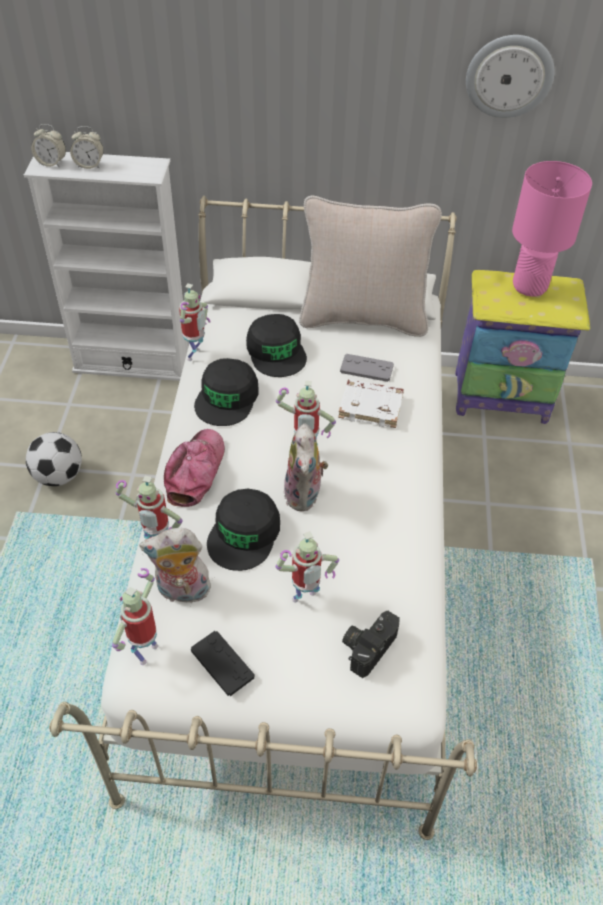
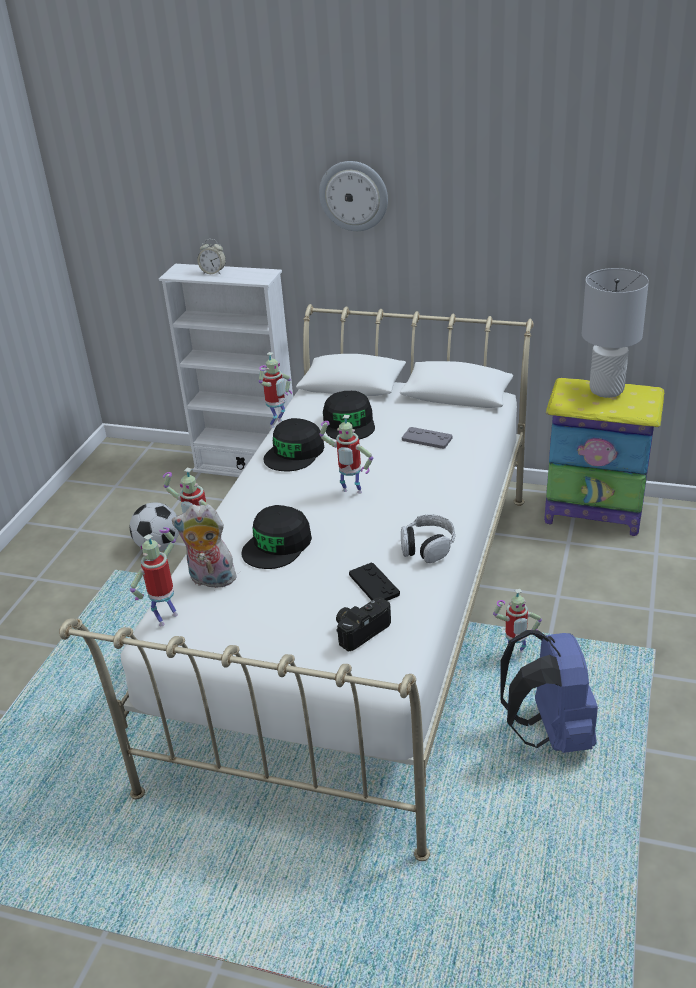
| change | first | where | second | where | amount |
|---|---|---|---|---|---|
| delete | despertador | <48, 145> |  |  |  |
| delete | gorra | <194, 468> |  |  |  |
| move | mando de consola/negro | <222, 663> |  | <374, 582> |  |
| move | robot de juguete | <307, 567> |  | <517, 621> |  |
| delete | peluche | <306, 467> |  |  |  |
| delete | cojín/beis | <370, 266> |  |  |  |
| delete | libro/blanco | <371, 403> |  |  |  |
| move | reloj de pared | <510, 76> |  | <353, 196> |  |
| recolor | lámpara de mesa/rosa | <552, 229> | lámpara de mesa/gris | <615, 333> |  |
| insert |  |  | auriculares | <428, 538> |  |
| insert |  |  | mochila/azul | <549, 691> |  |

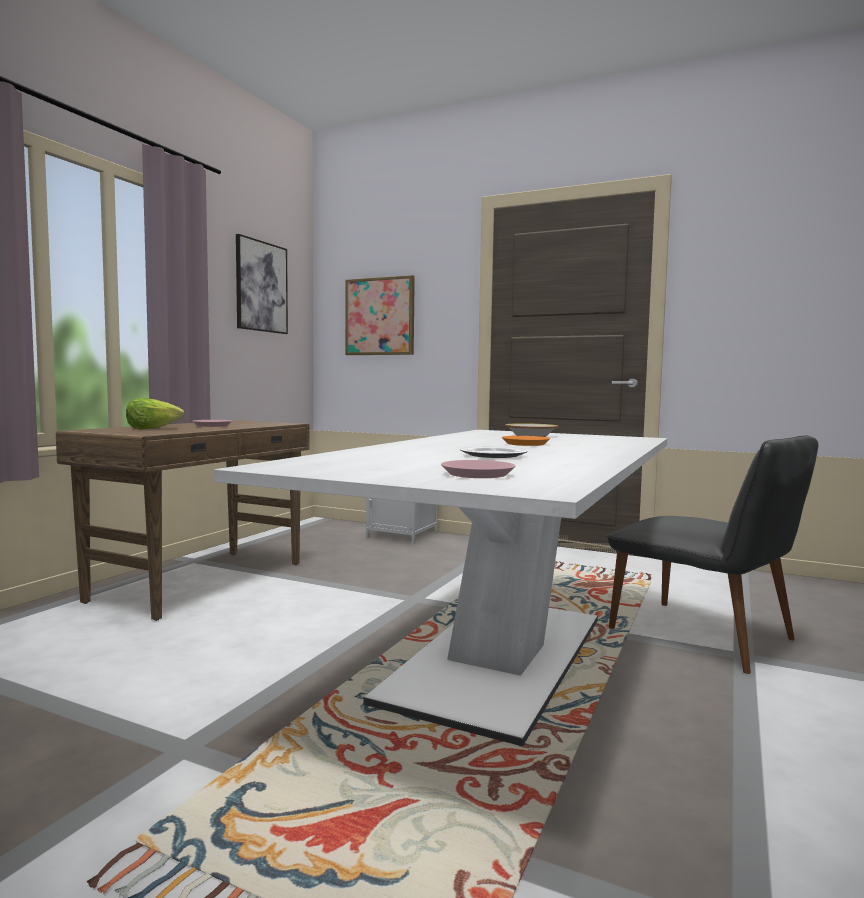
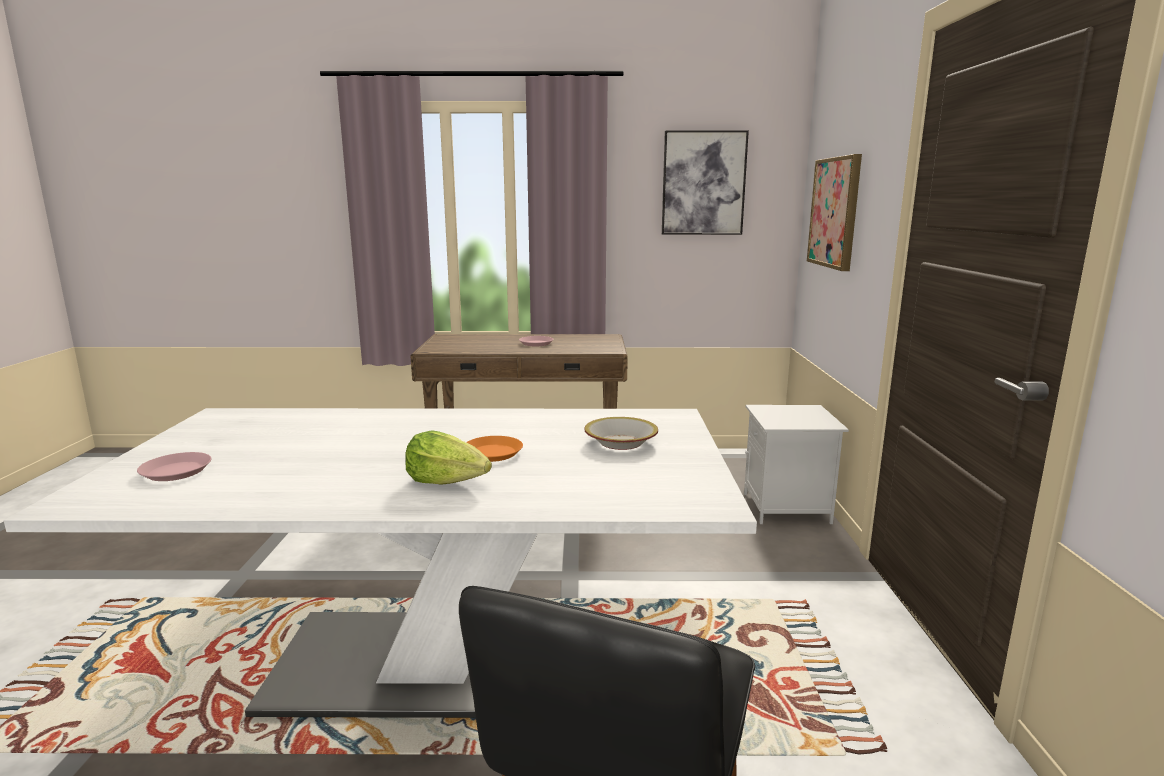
| change | first | where | second | where | amount |
|---|---|---|---|---|---|
| move | lechuga | <155, 414> |  | <448, 457> |  |
| delete | plato | <494, 452> |  |  |  |

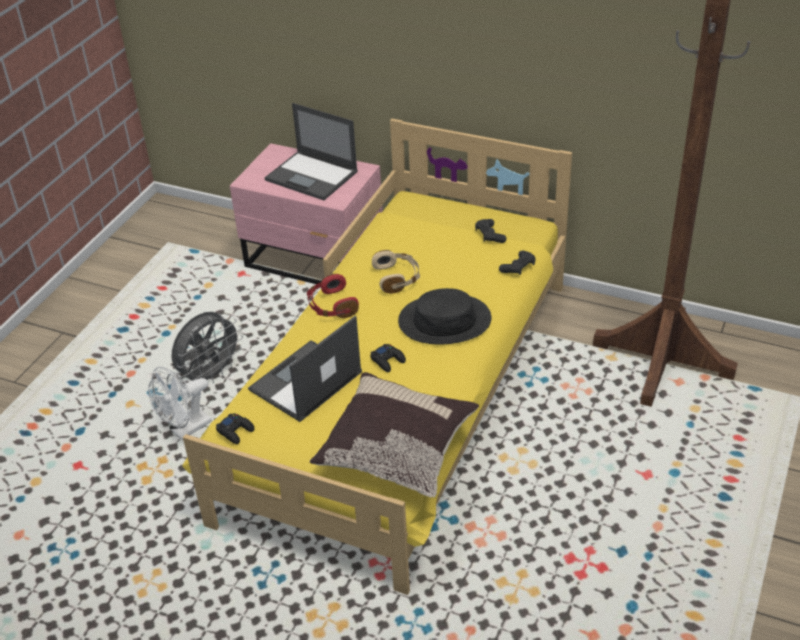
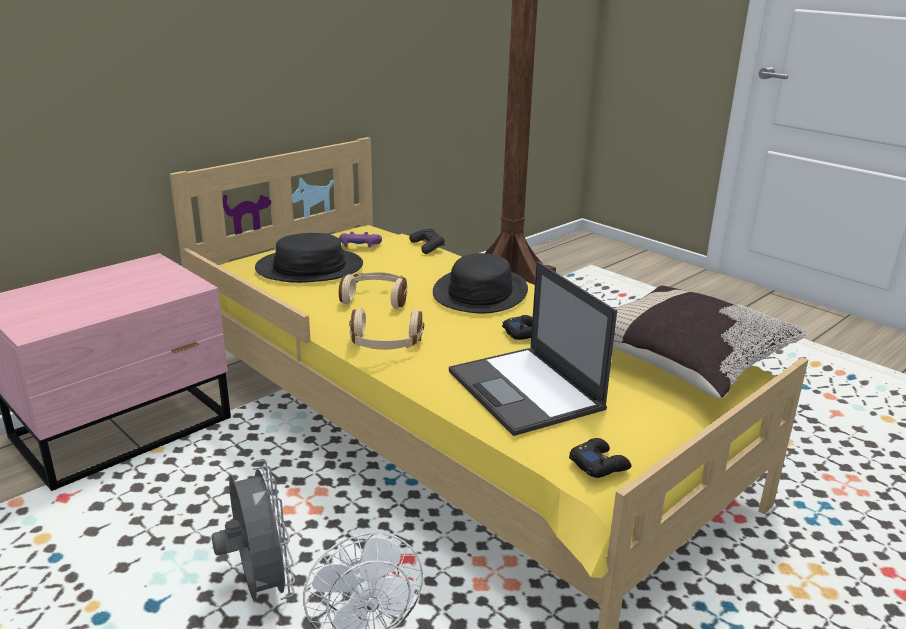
| change | first | where | second | where | amount |
|---|---|---|---|---|---|
| delete | portátil | <311, 151> |  |  |  |
| recolor | auriculares/rojo | <333, 296> | auriculares/beis | <386, 328> |  |
| recolor | mando de consola/negro | <491, 231> | mando de consola/morado | <360, 240> |  |
| insert |  |  | sombrero/negro | <309, 258> |  |

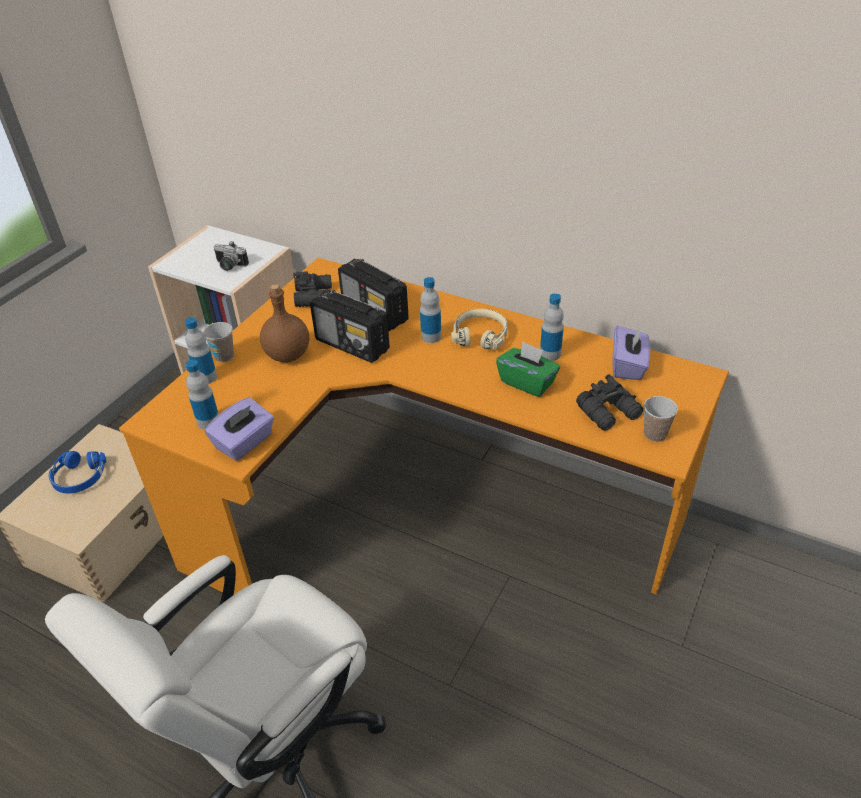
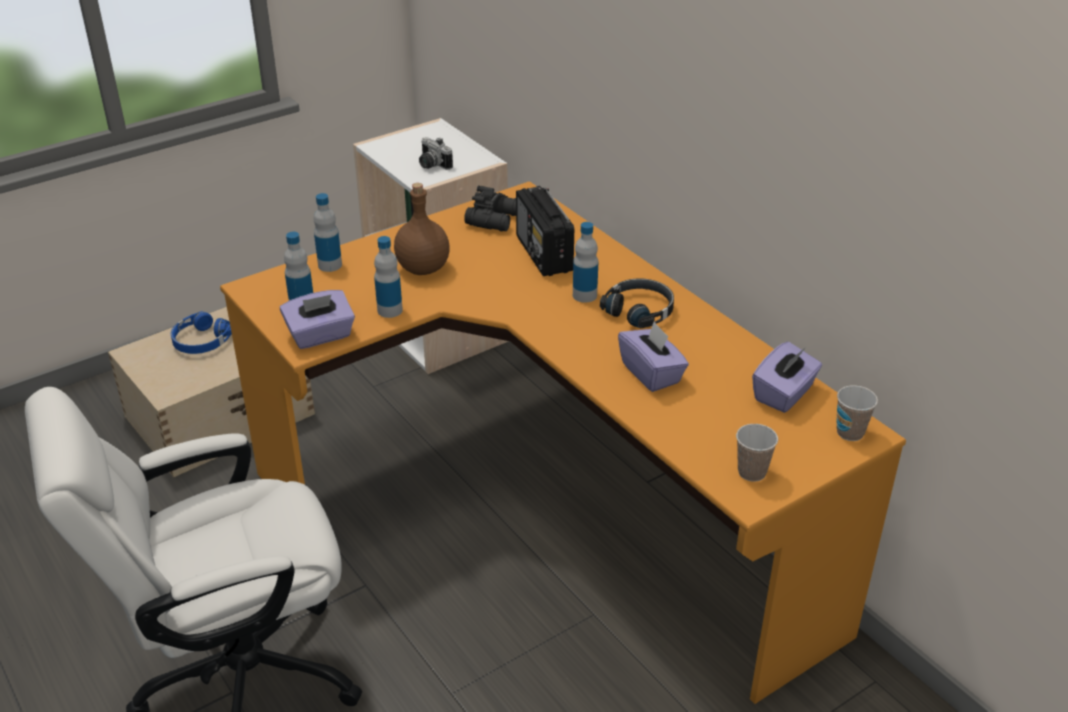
| change | first | where | second | where | amount |
|---|---|---|---|---|---|
| move | taza | <218, 342> |  | <857, 413> |  |
| delete | radio | <350, 326> |  |  |  |
| recolor | auriculares/beis | <479, 329> | auriculares/negro | <637, 303> |  |
| recolor | caja de pañuelos/verde | <528, 369> | caja de pañuelos/morado | <653, 356> |  |
| move | botella | <552, 327> |  | <388, 277> |  |
| delete | prismáticos/negro | <609, 402> |  |  |  |

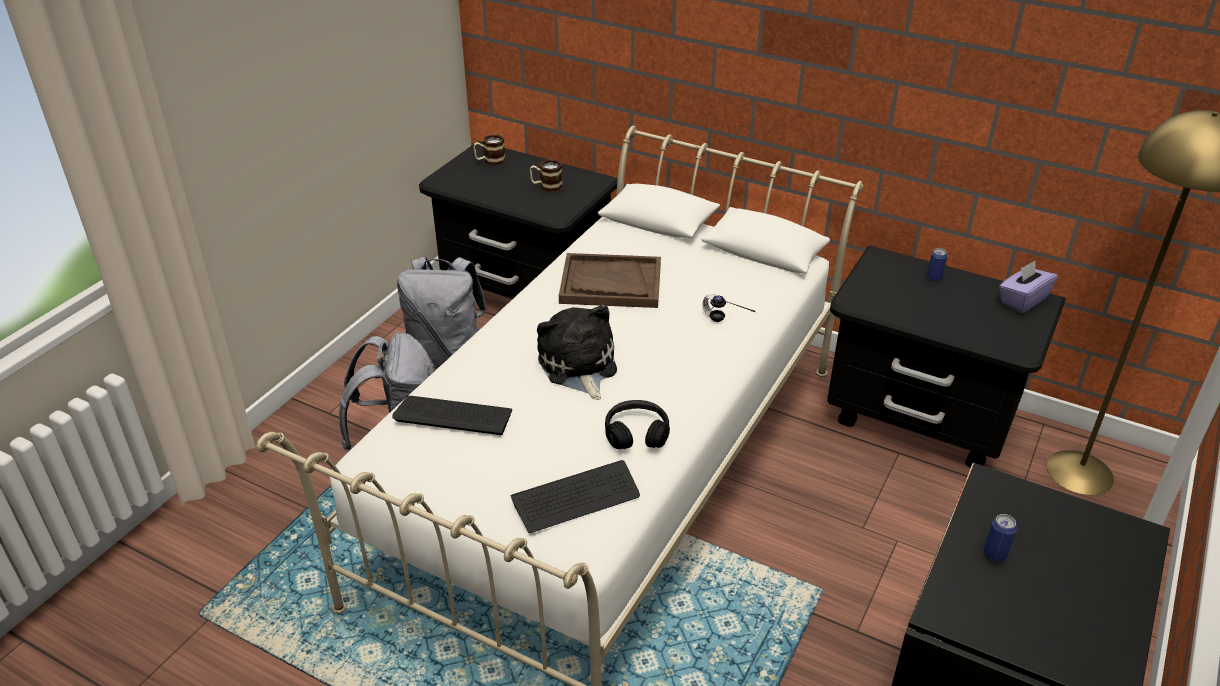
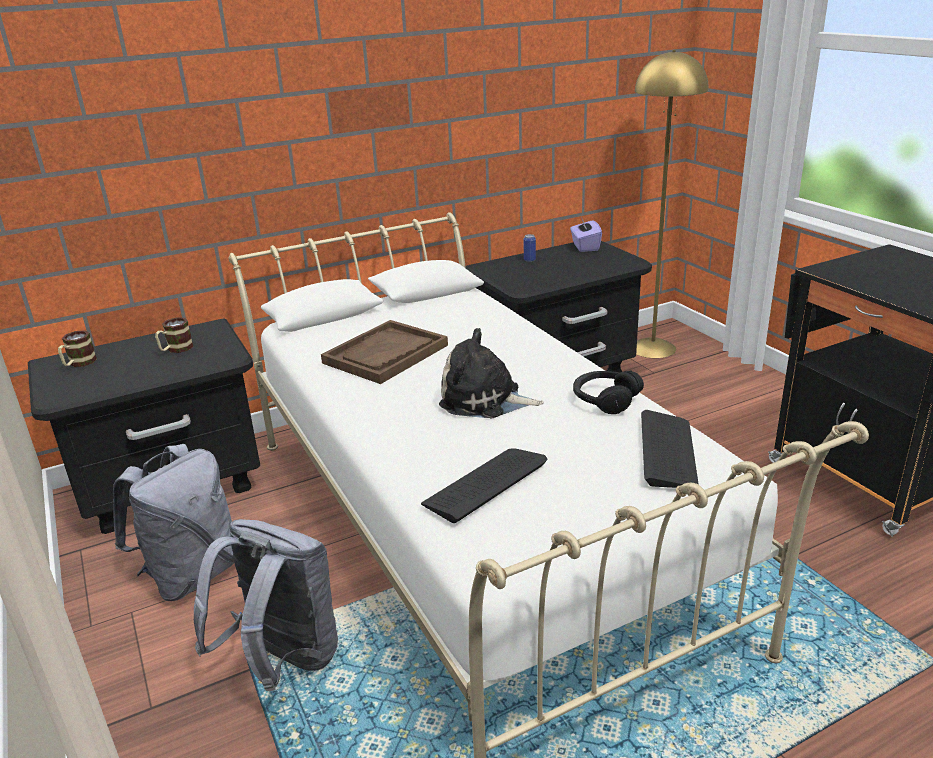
| change | first | where | second | where | amount |
|---|---|---|---|---|---|
| delete | auriculares | <728, 308> |  |  |  |
| delete | lata | <1000, 538> |  |  |  |

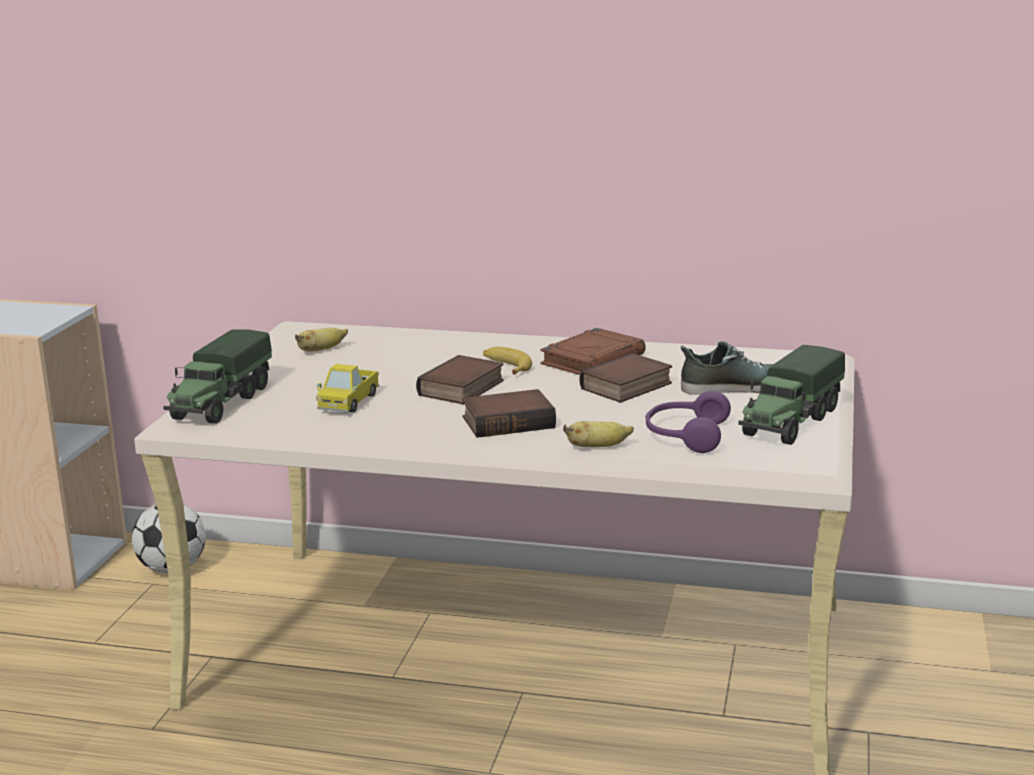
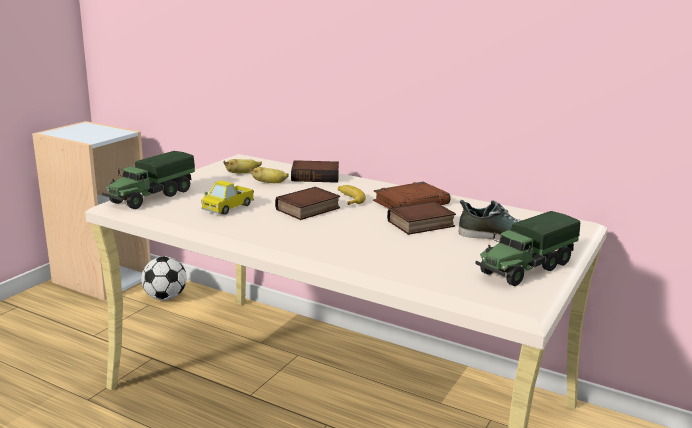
| change | first | where | second | where | amount |
|---|---|---|---|---|---|
| move | libro | <509, 413> |  | <315, 171> |  |
| move | plátano | <598, 434> |  | <269, 175> |  |
| delete | auriculares/morado | <688, 422> |  |  |  |

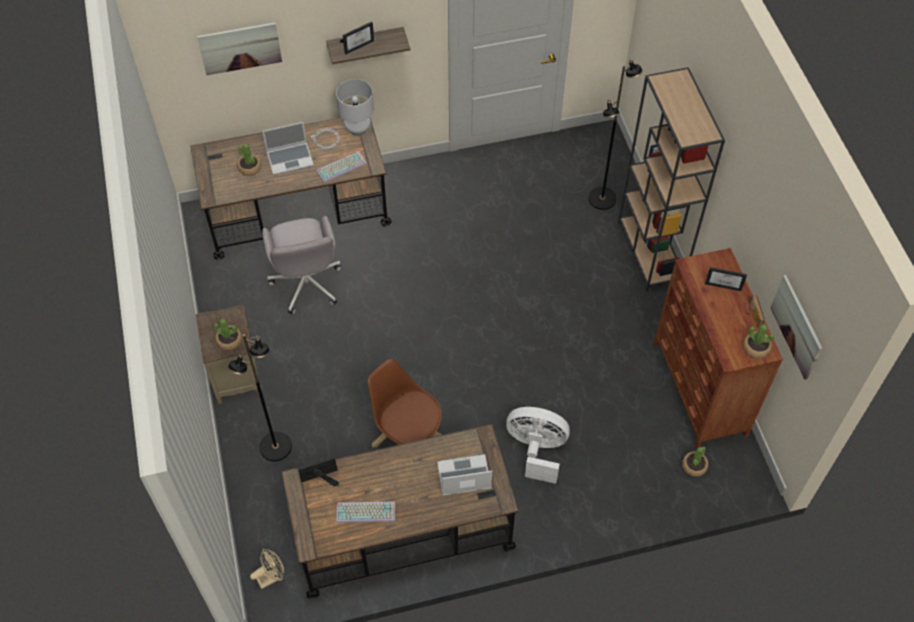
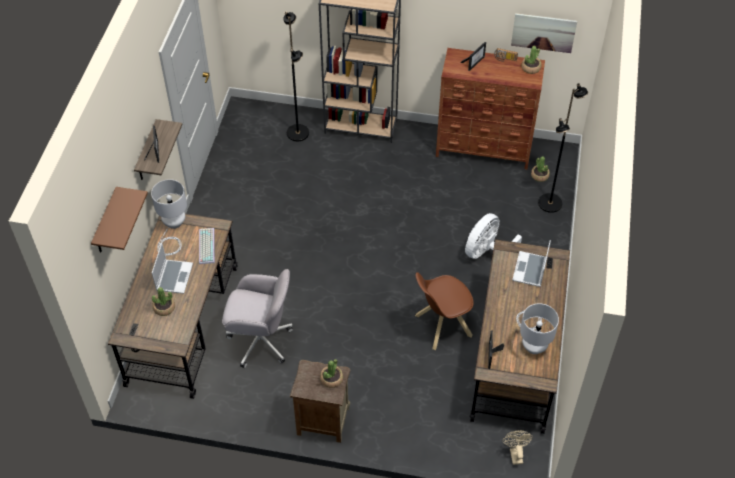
| change | first | where | second | where | amount |
|---|---|---|---|---|---|
| replace | cuadro | <239, 48> | estante/marrón | <119, 220> |  |
| move | lámpara de pie/negro | <260, 397> |  | <563, 148> |  |
| replace | teclado | <365, 512> | lámpara de mesa/gris | <537, 328> |  |

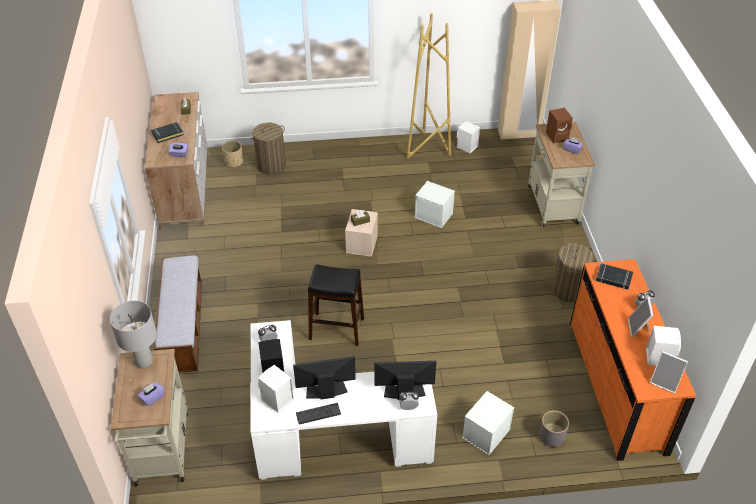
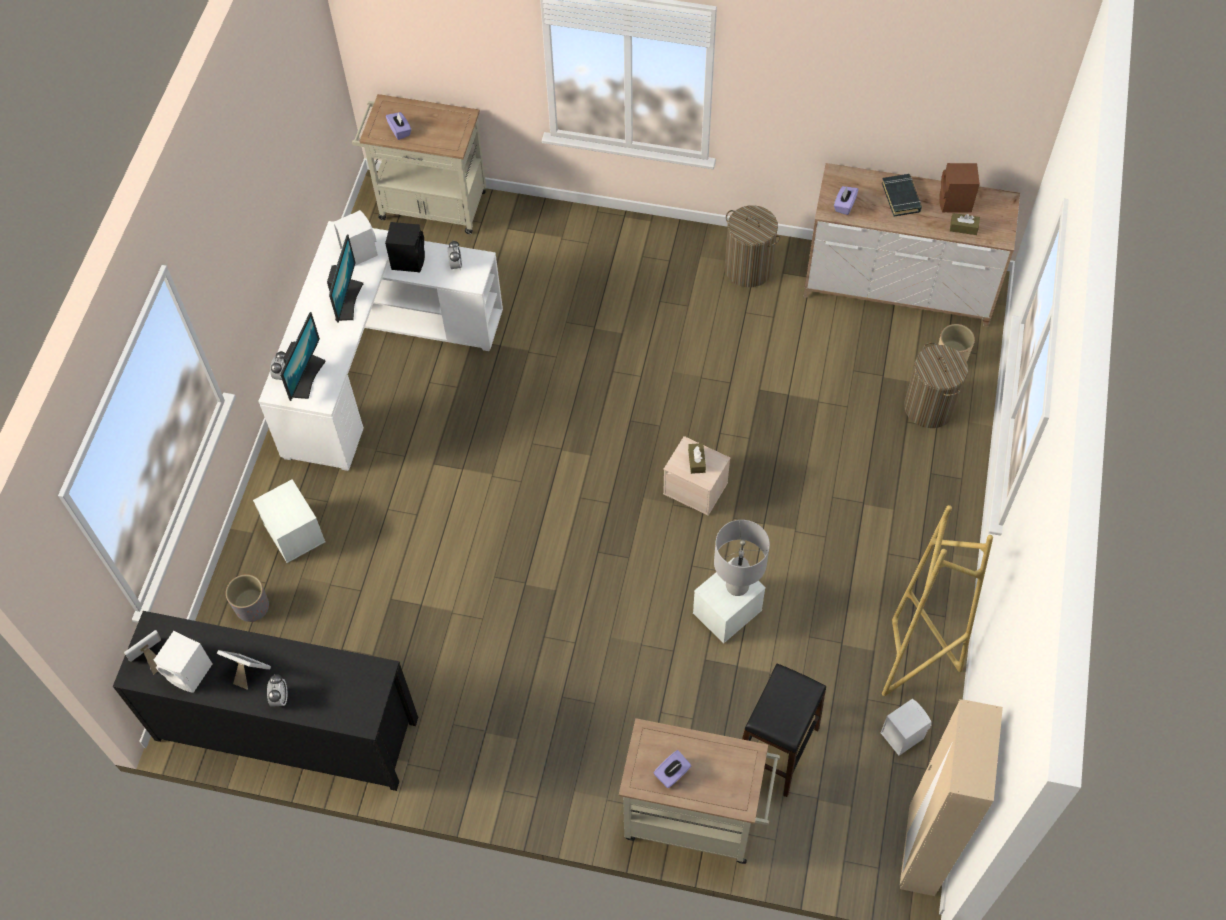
| change | first | where | second | where | amount |
|---|---|---|---|---|---|
| move | lámpara de mesa/gris | <133, 335> |  | <742, 558> |  |
| delete | banco | <178, 314> |  |  |  |
| delete | teclado | <318, 414> |  |  |  |
| move | taburete/negro | <336, 305> |  | <784, 730> |  |
| move | altavoz/marrón | <559, 125> |  | <959, 188> |  |
| move | cesto de la ropa | <573, 272> |  | <753, 246> |  |
| recolor | cómoda/naranja | <633, 360> | cómoda/negro | <265, 701> |  |
| delete | libro/negro | <614, 276> |  |  |  |

